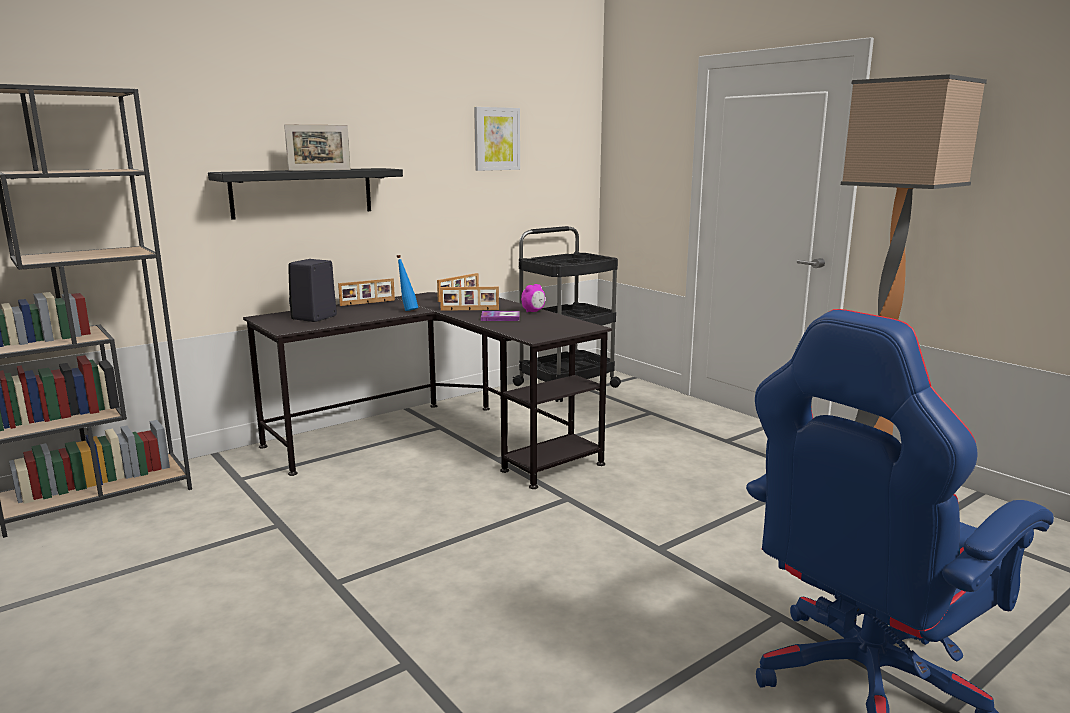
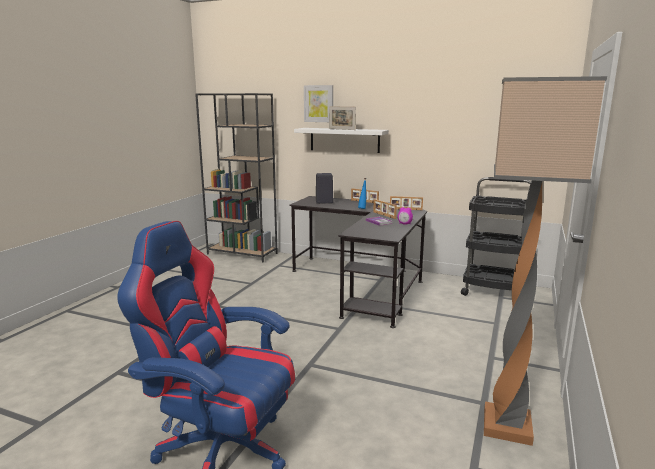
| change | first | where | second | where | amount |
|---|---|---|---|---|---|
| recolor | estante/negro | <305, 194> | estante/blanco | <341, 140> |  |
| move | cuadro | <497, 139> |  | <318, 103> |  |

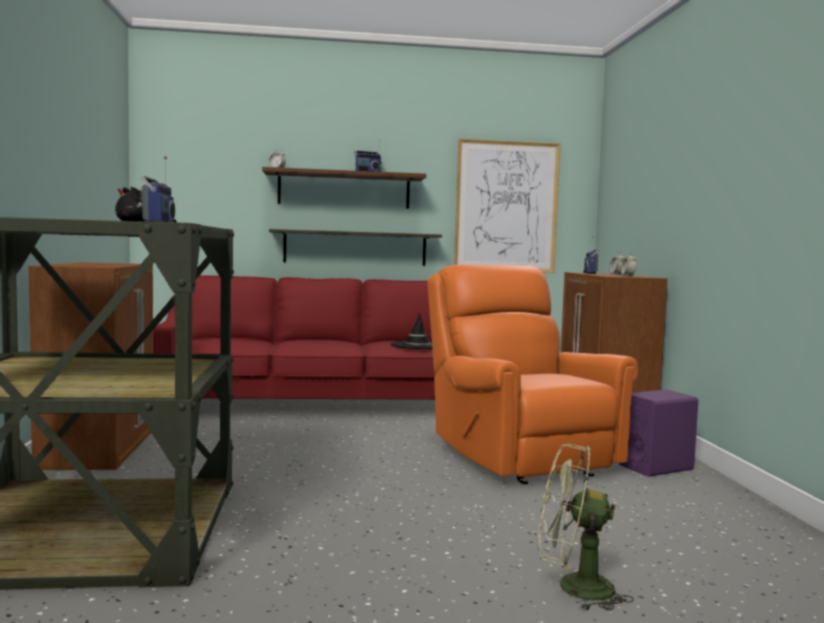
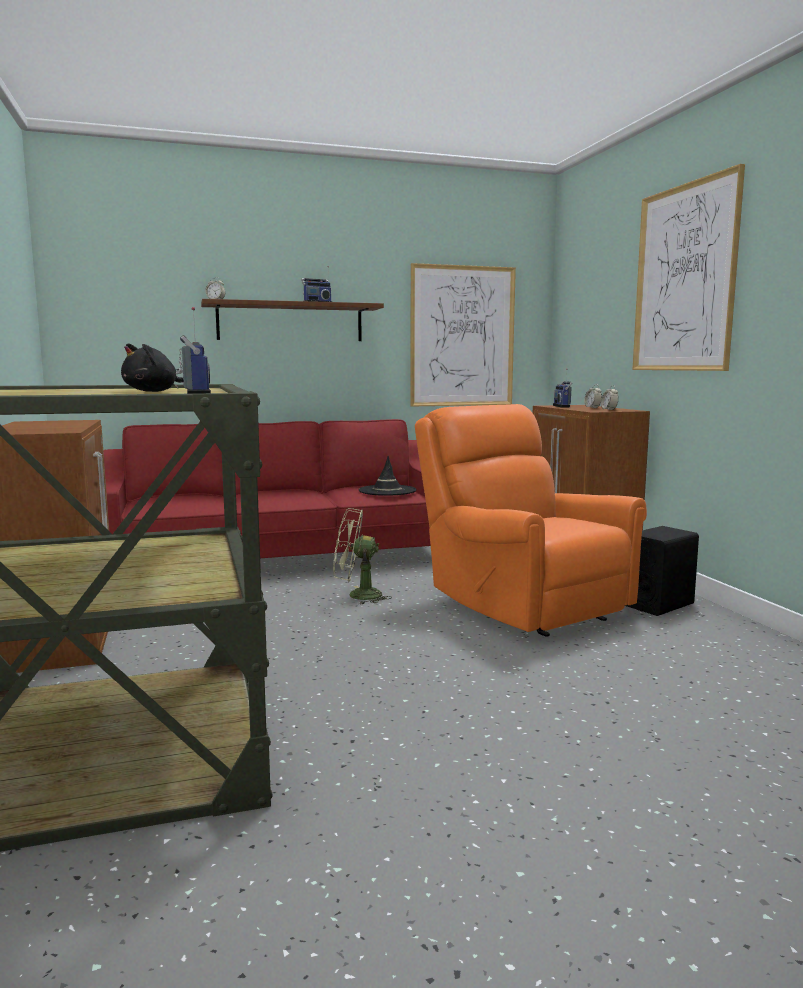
| change | first | where | second | where | amount |
|---|---|---|---|---|---|
| delete | estante | <355, 247> |  |  |  |
| move | ventilador/verde | <586, 527> |  | <362, 556> |  |
| recolor | altavoz/morado | <658, 433> | altavoz/negro | <662, 571> |  |
| insert |  |  | cuadro | <688, 267> |  |

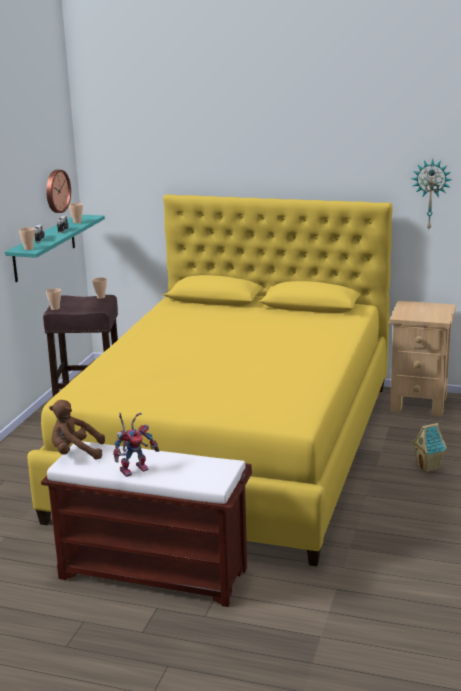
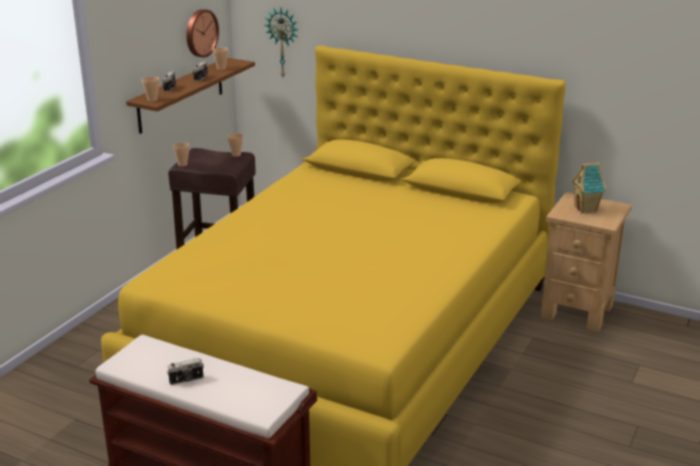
| change | first | where | second | where | amount |
|---|---|---|---|---|---|
| recolor | estante/turquesa | <55, 248> | estante/marrón | <190, 96> |  |
| delete | peluche/marrón | <77, 429> |  |  |  |
| replace | robot de juguete | <136, 445> | cámara | <185, 371> |  |
| move | reloj de pared | <431, 194> |  | <282, 42> |  |
| move | casita | <429, 447> |  | <588, 188> |  |

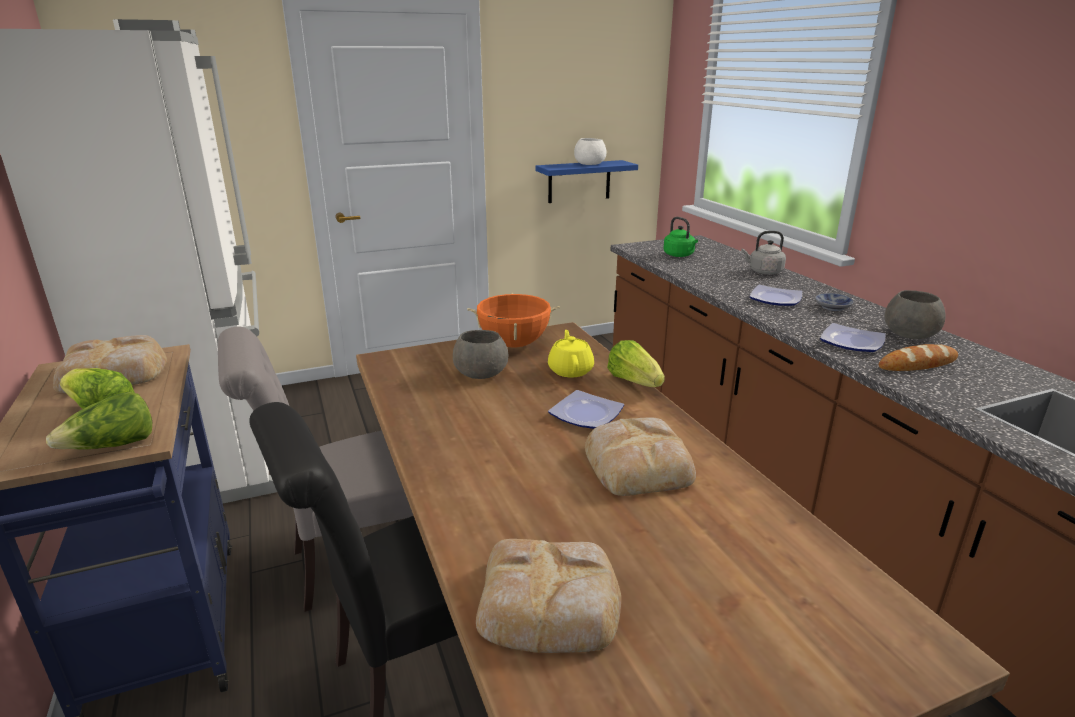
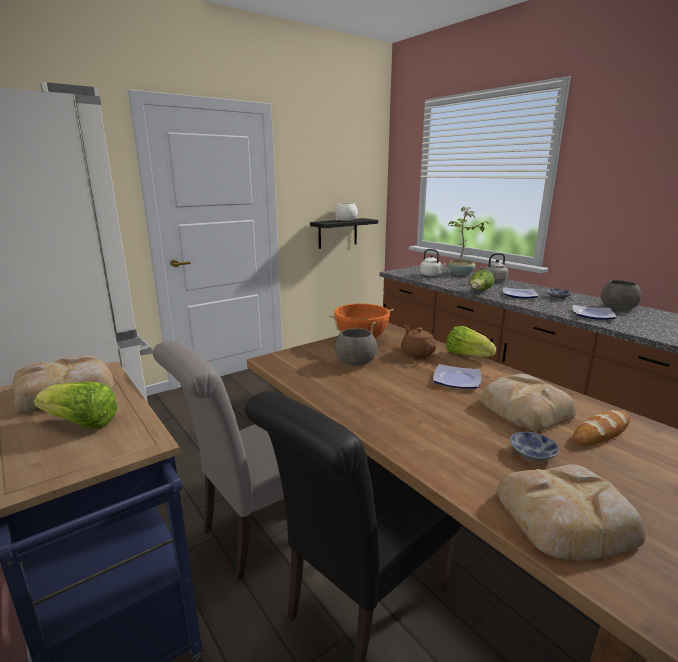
| change | first | where | second | where | amount |
|---|---|---|---|---|---|
| move | lechuga | <99, 421> |  | <481, 280> |  |
| recolor | estante/azul | <586, 181> | estante/negro | <344, 233> |  |
| recolor | tetera/amarillo | <571, 353> | tetera/marrón | <418, 341> |  |
| recolor | hervidor/verde | <681, 237> | hervidor/blanco | <433, 262> |  |
| move | pan | <918, 357> |  | <601, 428> |  |
| insert |  |  | planta en maceta | <468, 241> |  |
| insert |  |  | cuenco | <534, 447> |  |

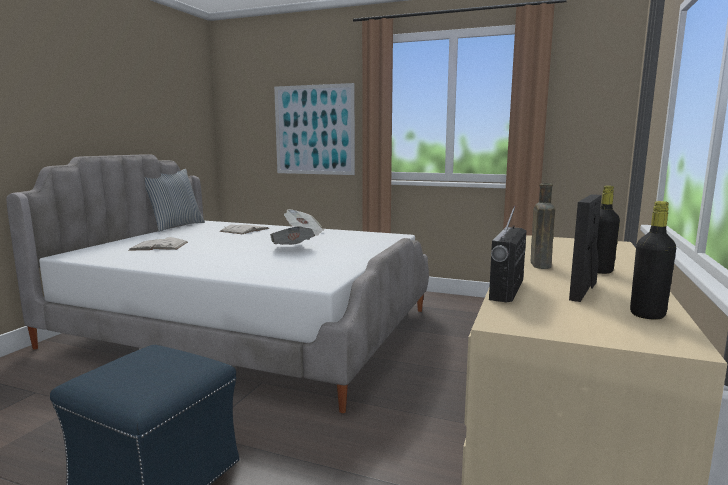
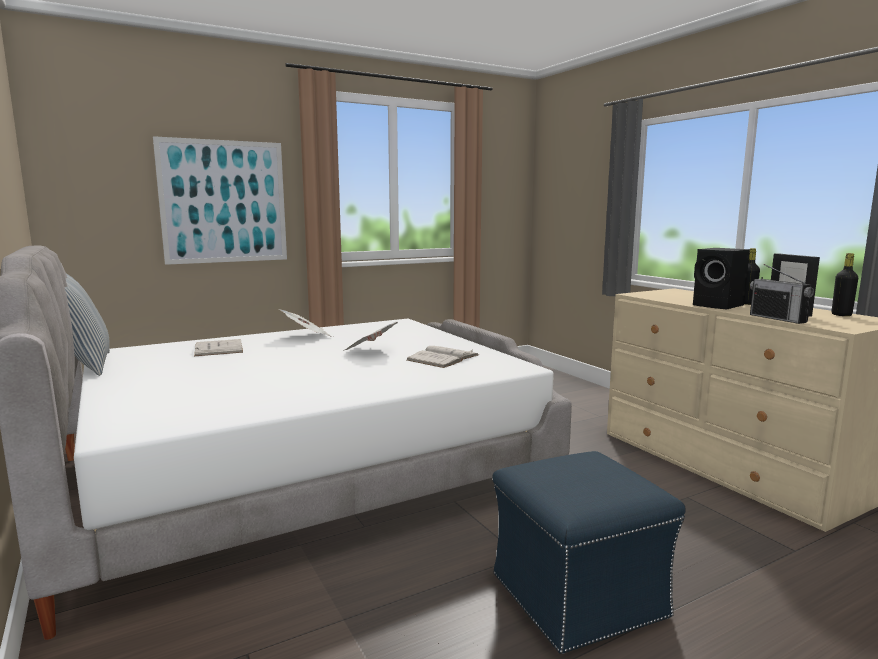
| change | first | where | second | where | amount |
|---|---|---|---|---|---|
| move | libro/blanco | <158, 244> |  | <443, 357> |  |
| replace | botella/marrón | <543, 226> | altavoz/negro | <721, 278> |  |

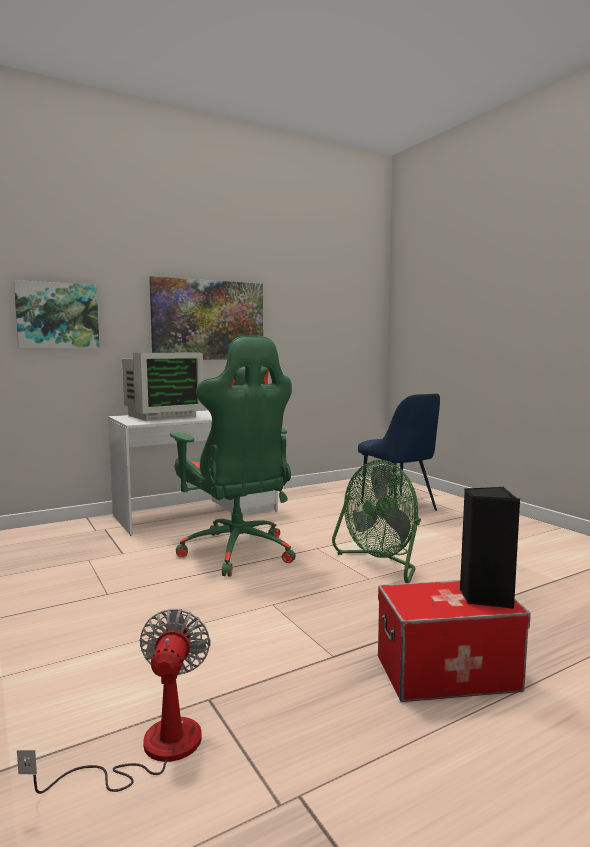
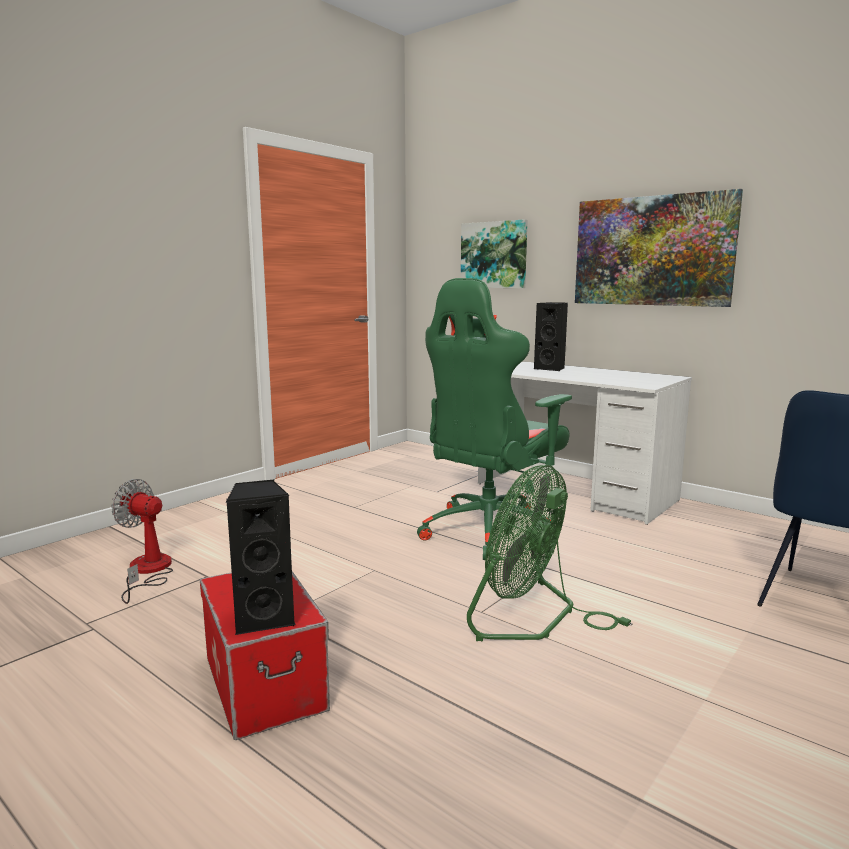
| change | first | where | second | where | amount |
|---|---|---|---|---|---|
| rotate | ventilador | <113, 701> |  | <142, 541> | 135 degrees counterclockwise |
| replace | monitor | <163, 387> | altavoz/negro | <551, 336> |  |

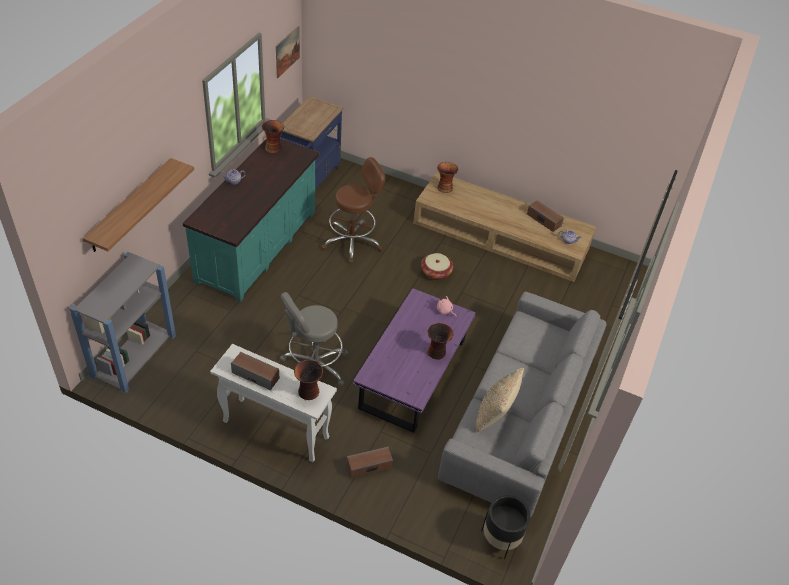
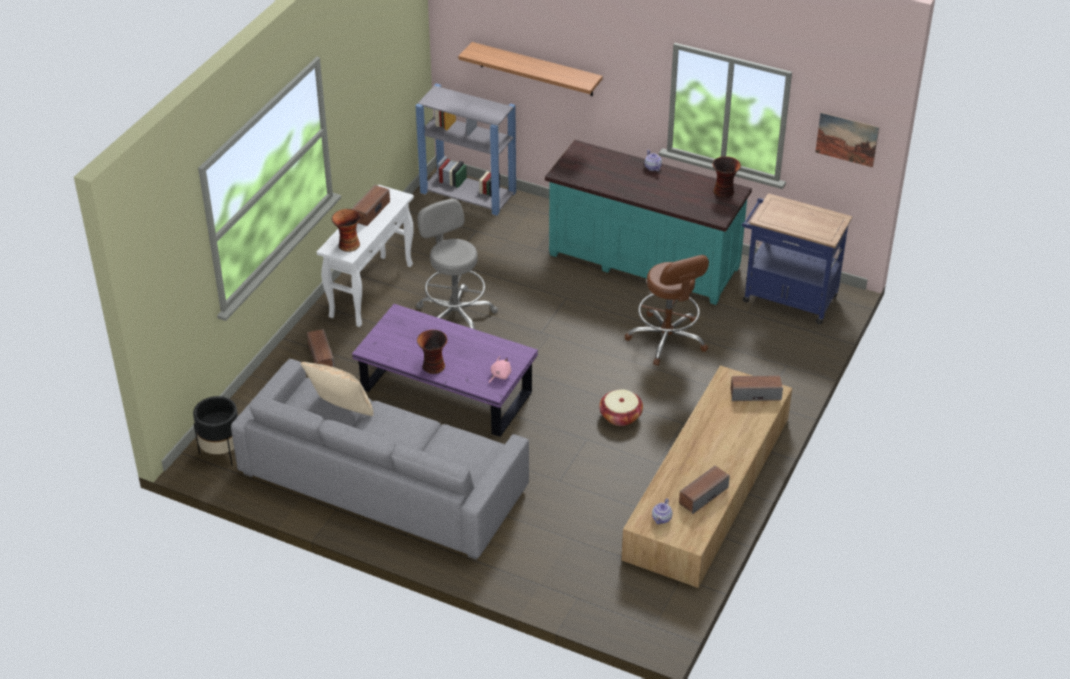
| change | first | where | second | where | amount |
|---|---|---|---|---|---|
| replace | florero | <447, 177> | altavoz | <756, 388> |  |

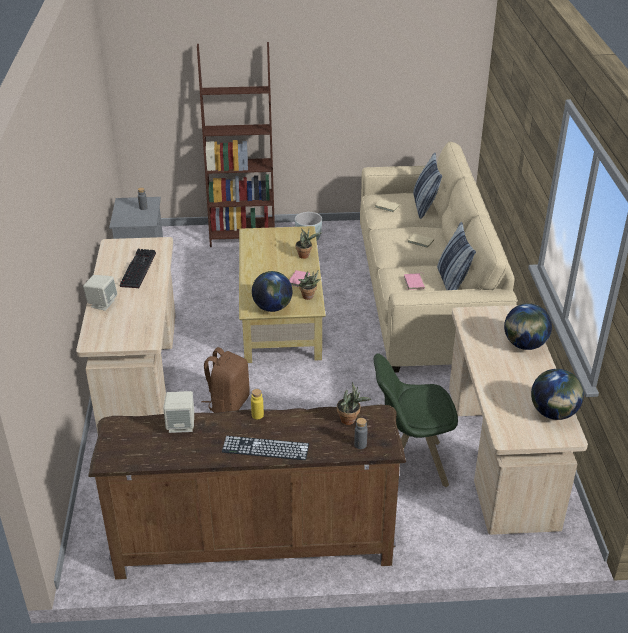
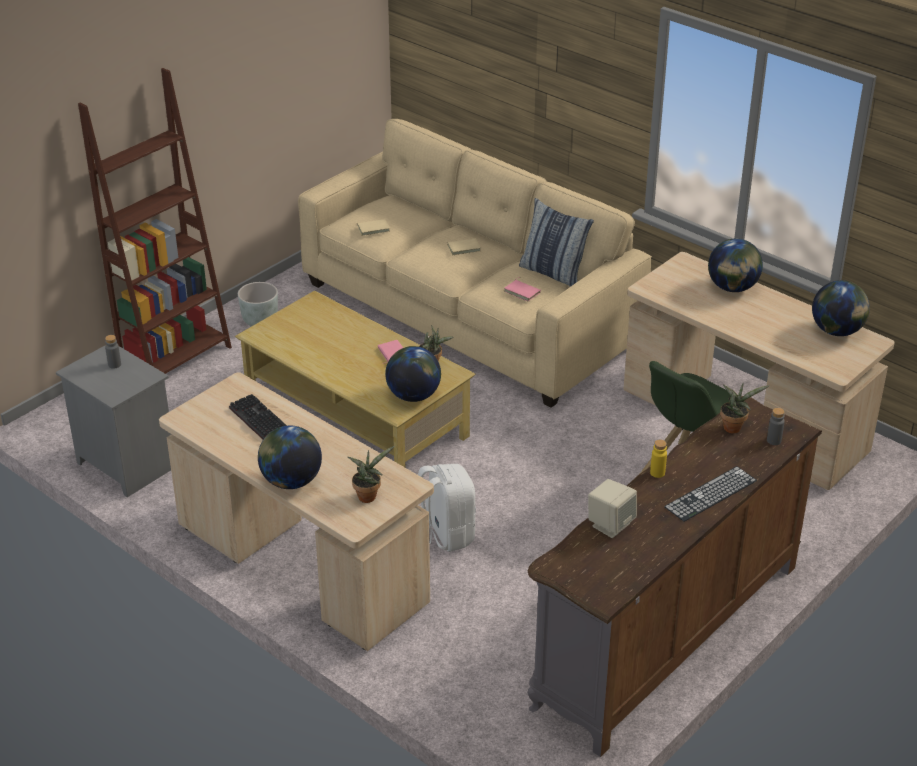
| change | first | where | second | where | amount |
|---|---|---|---|---|---|
| replace | altavoz/beis | <100, 293> | globo terráqueo | <290, 457> |  |
| recolor | mochila/marrón | <225, 380> | mochila/blanco | <447, 508> |  |
| move | planta en maceta | <309, 243> |  | <371, 474> |  |
| delete | cojín | <427, 185> |  |  |  |

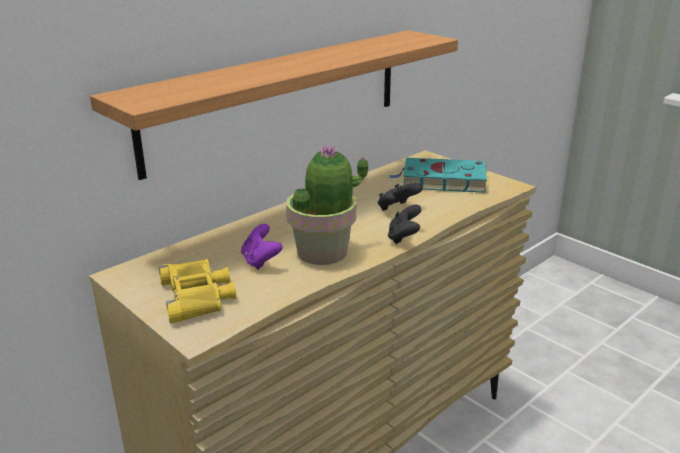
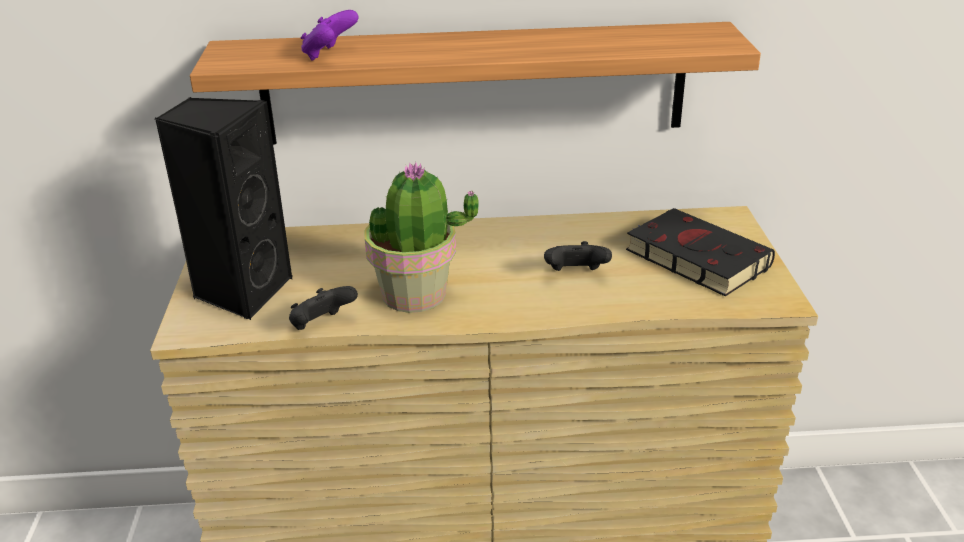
| change | first | where | second | where | amount |
|---|---|---|---|---|---|
| replace | prismáticos/amarillo | <197, 291> | altavoz/negro | <224, 208> |  |
| move | mando de consola/morado | <262, 247> |  | <330, 35> |  |
| move | mando de consola/negro | <405, 224> |  | <323, 308> |  |
| recolor | libro/turquesa | <438, 175> | libro/negro | <700, 252> |  |

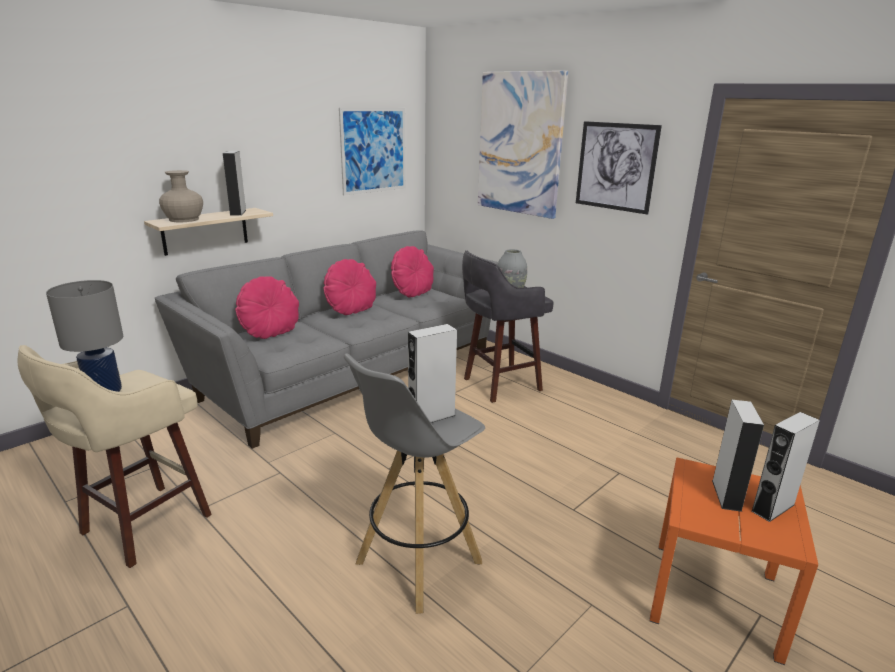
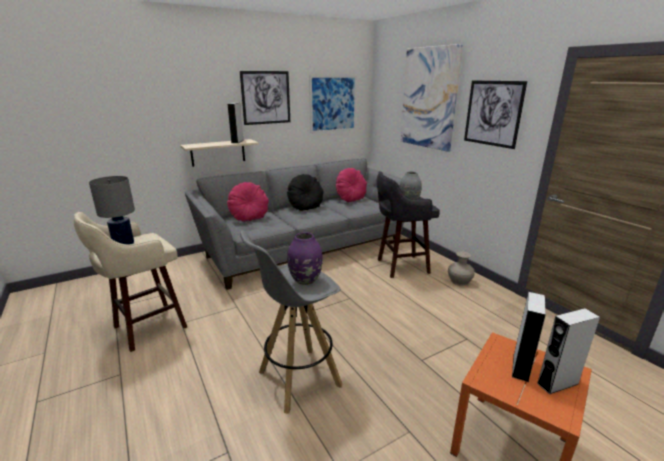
| change | first | where | second | where | amount |
|---|---|---|---|---|---|
| move | florero/beis | <181, 196> |  | <461, 268> |  |
| recolor | cojín/rosa | <349, 287> | cojín/negro | <305, 192> |  |
| replace | altavoz/gris | <432, 373> | florero/morado | <305, 258> |  |
| insert |  |  | cuadro | <265, 98> |  |

